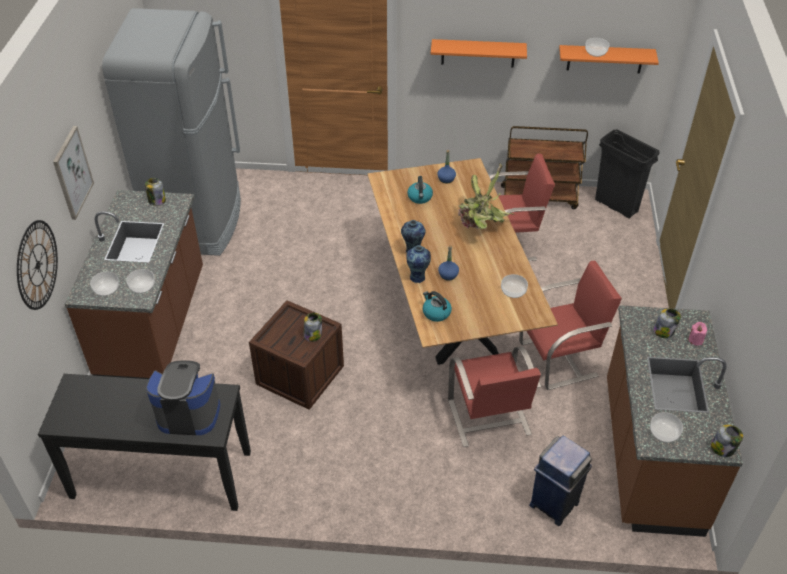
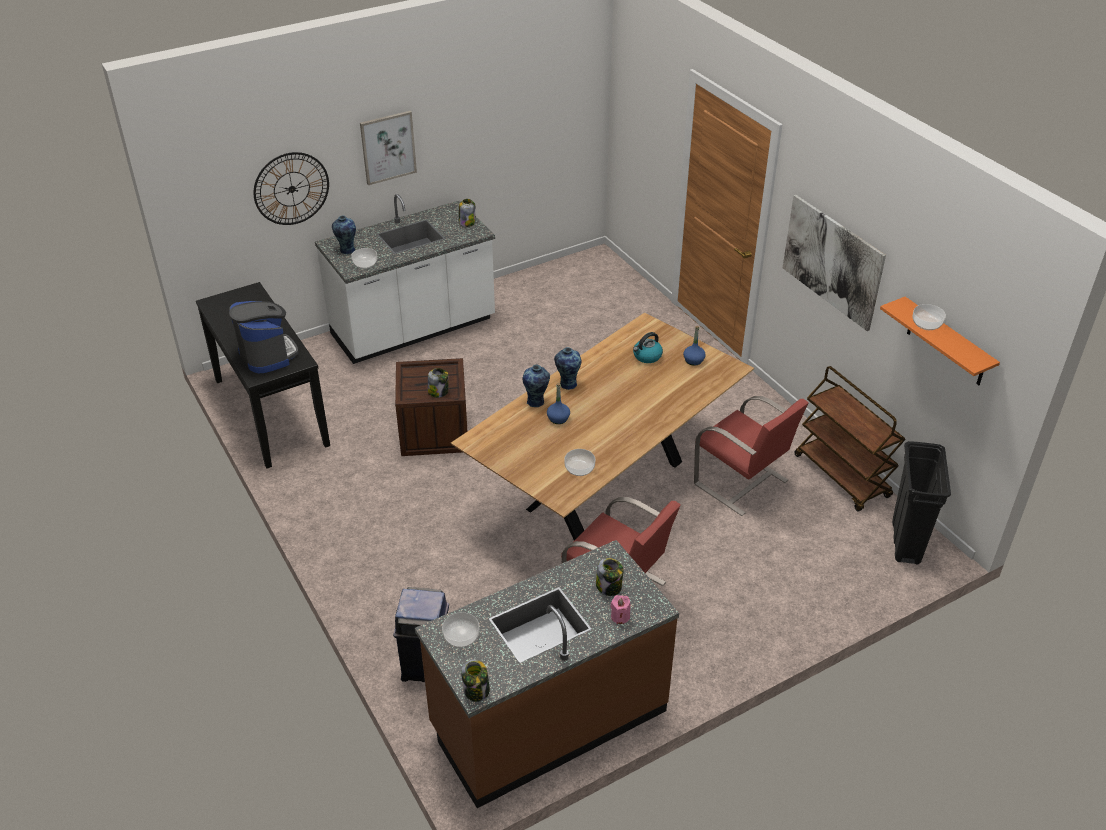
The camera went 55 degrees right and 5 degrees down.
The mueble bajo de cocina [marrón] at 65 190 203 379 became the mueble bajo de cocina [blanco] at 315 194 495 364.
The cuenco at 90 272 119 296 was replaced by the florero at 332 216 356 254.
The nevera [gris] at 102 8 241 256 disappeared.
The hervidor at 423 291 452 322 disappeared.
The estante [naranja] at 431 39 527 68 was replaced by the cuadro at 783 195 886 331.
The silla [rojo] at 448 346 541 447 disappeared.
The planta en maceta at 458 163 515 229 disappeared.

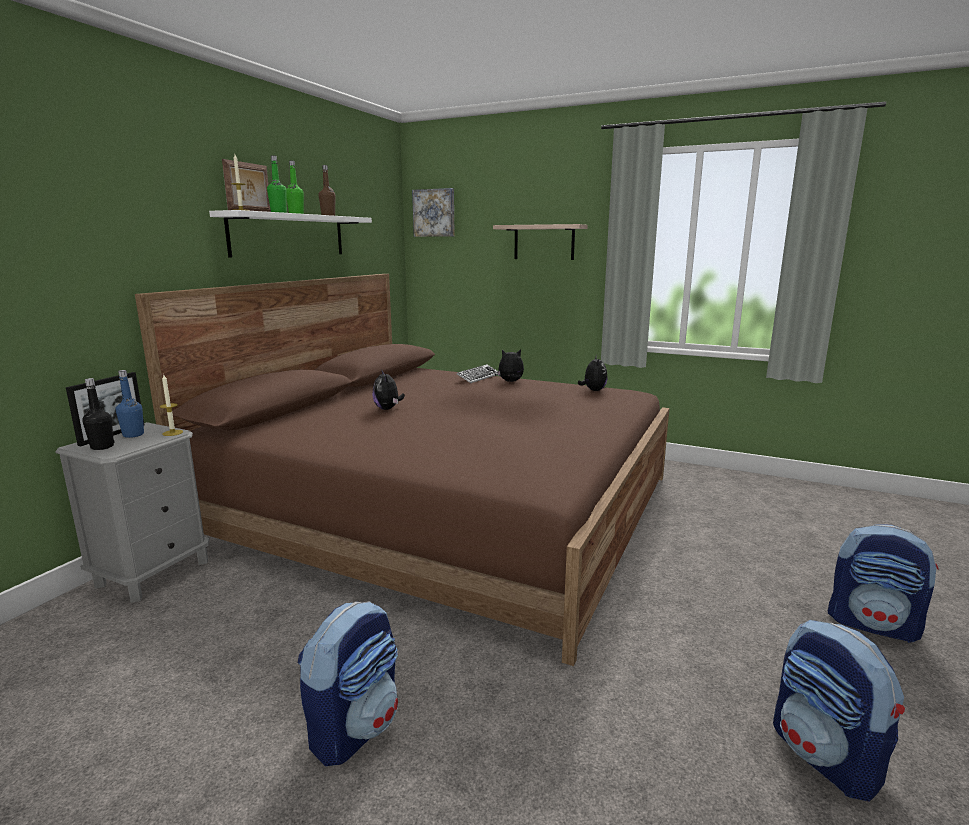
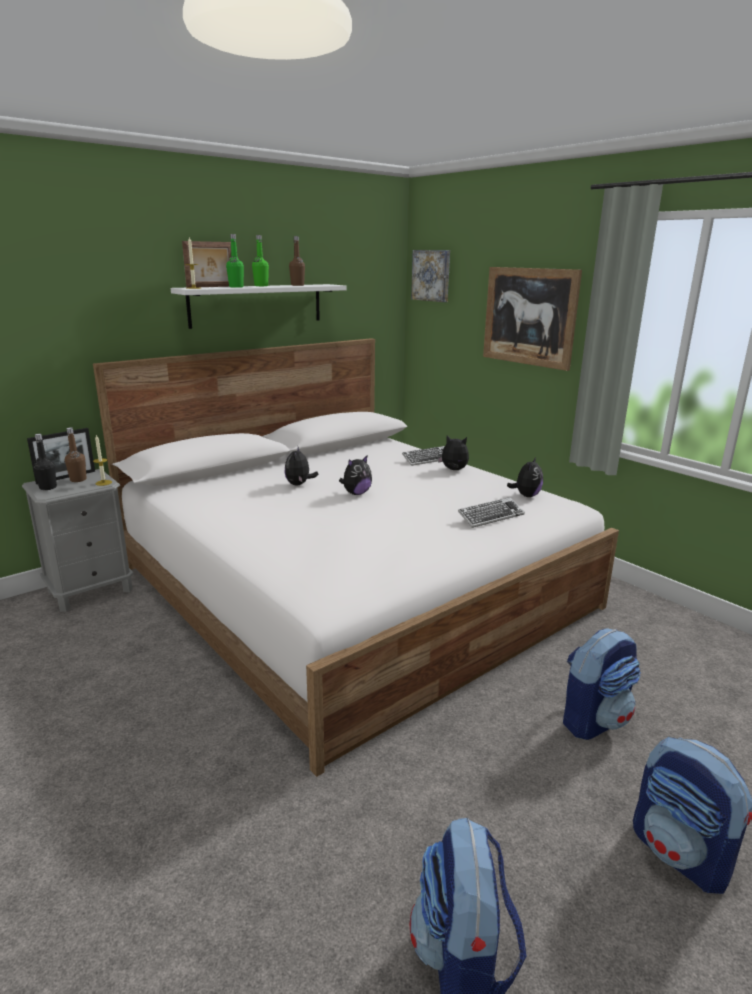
The camera went 25 degrees right and 5 degrees up.
The botella [azul] at 115 370 144 438 became the botella [marrón] at 65 428 87 482.
The cama [marrón] at 135 274 669 666 became the cama [blanco] at 93 338 619 777.
The mochila moved from 298 601 398 766 to 563 628 641 740.
The estante at 493 224 588 260 was replaced by the cuadro at 483 267 582 371.
The peluche at 339 456 372 495 appeared.
The teclado at 458 497 525 528 appeared.

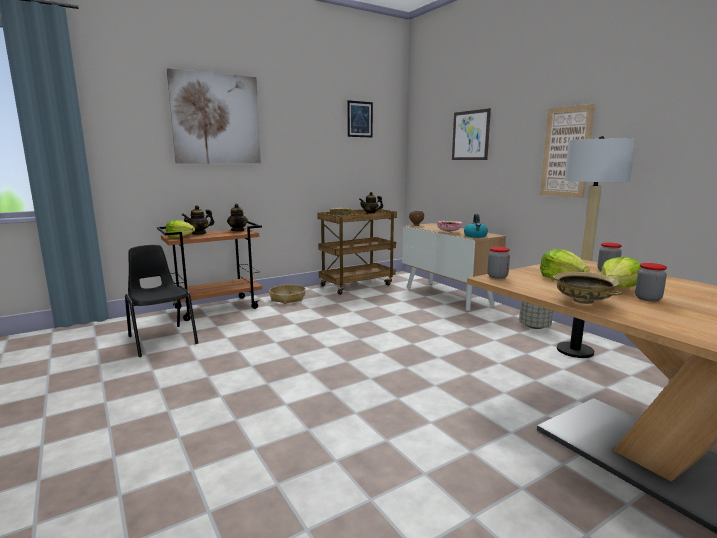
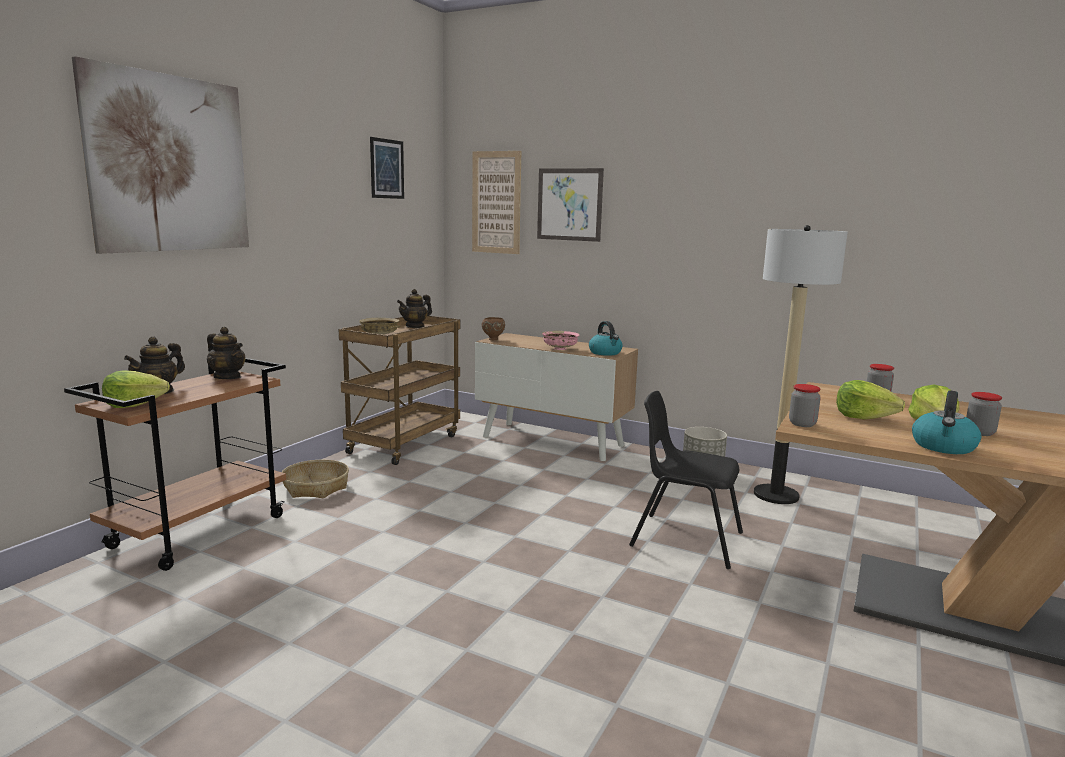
The camera went 30 degrees left and 0 degrees up.
The silla [negro] moved from 125 245 198 357 to 629 391 743 569.
The cuadro moved from 540 104 595 198 to 472 151 521 254.
The cuenco [beis] at 553 272 622 304 was replaced by the hervidor at 912 391 981 454.

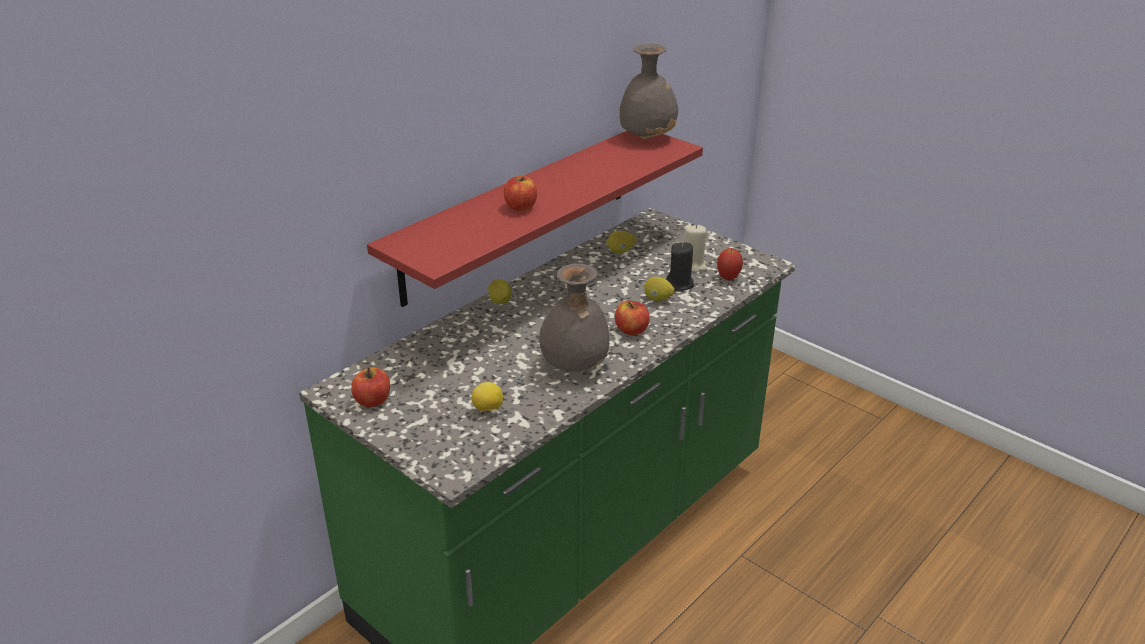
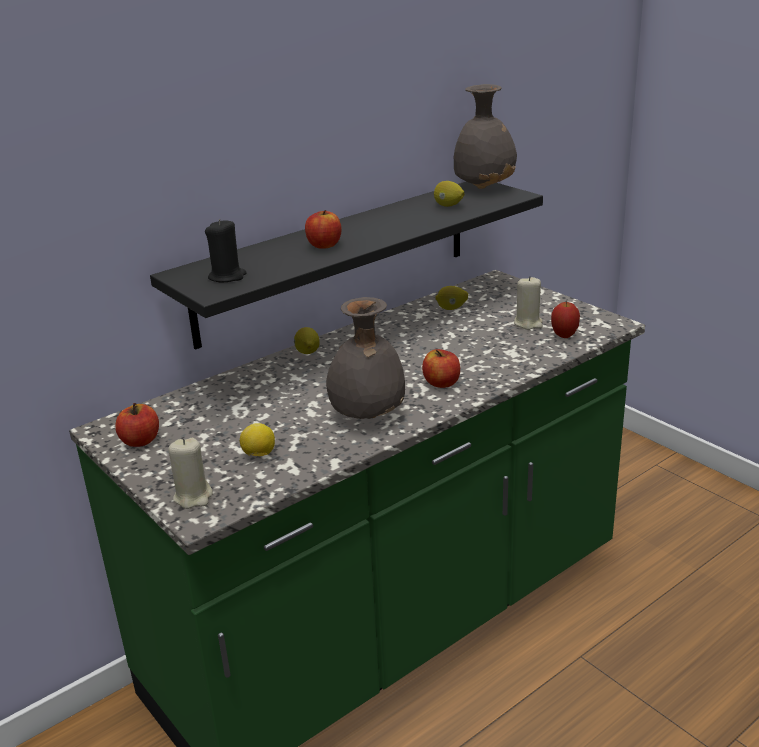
The camera went 10 degrees right and 5 degrees down.
The estante [rojo] at 367 131 703 307 became the estante [negro] at 150 182 543 350.
The limón moved from 644 277 675 301 to 434 181 465 207.
The vela [negro] moved from 666 242 695 291 to 205 219 246 283.
The vela [beis] at 168 438 213 509 appeared.

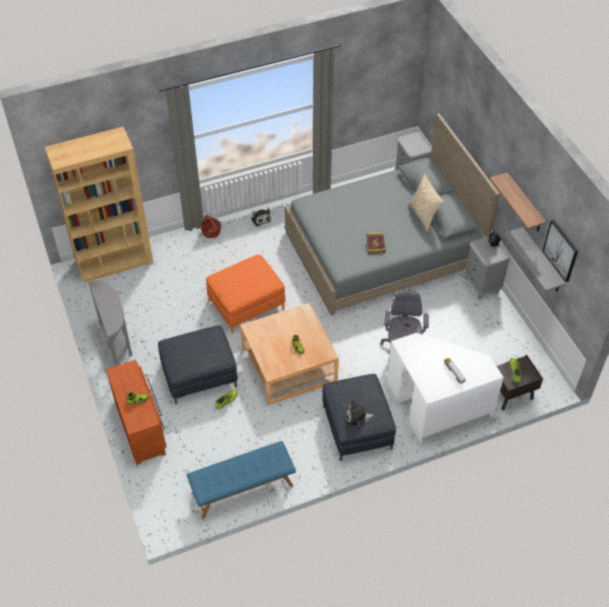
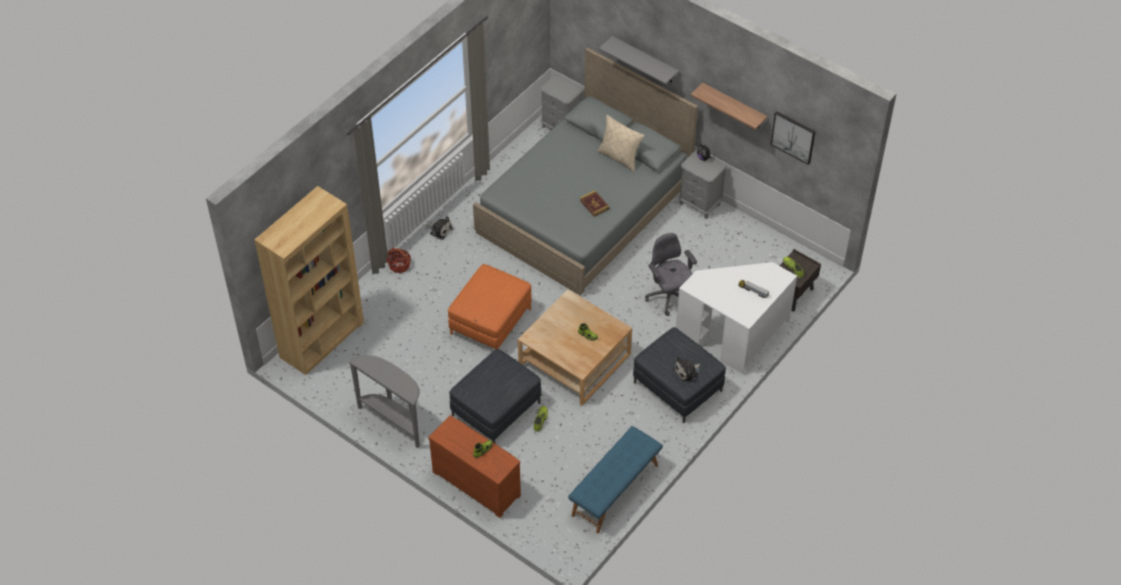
The camera went 30 degrees left and 0 degrees up.
The estante [gris] moved from 504 227 566 292 to 599 36 679 84.

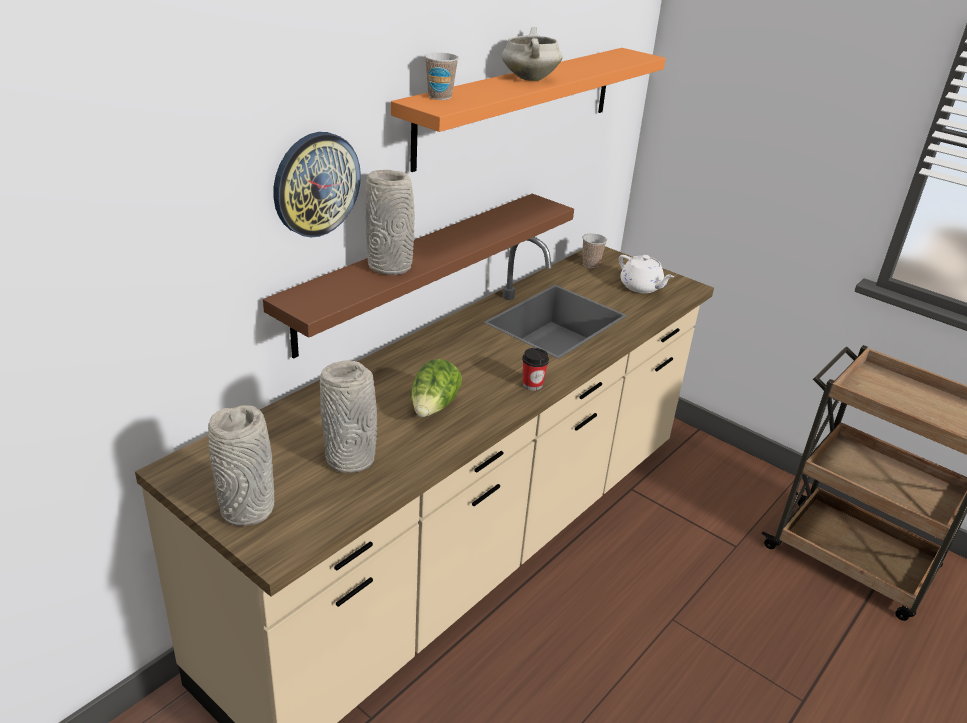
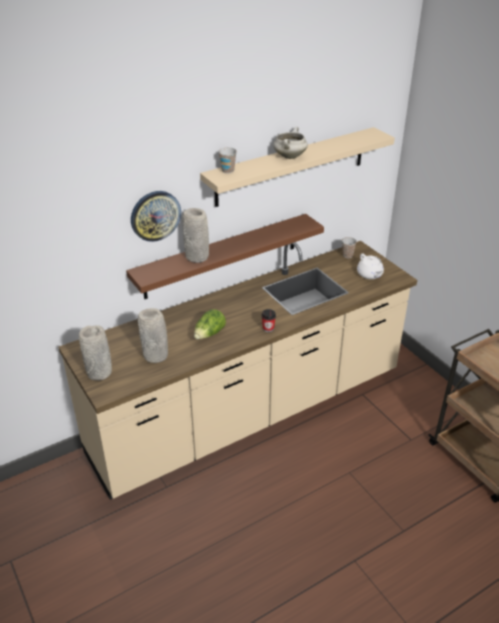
The camera went 20 degrees right and 5 degrees up.
The estante [naranja] at 391 48 666 172 became the estante [beis] at 200 127 395 207.

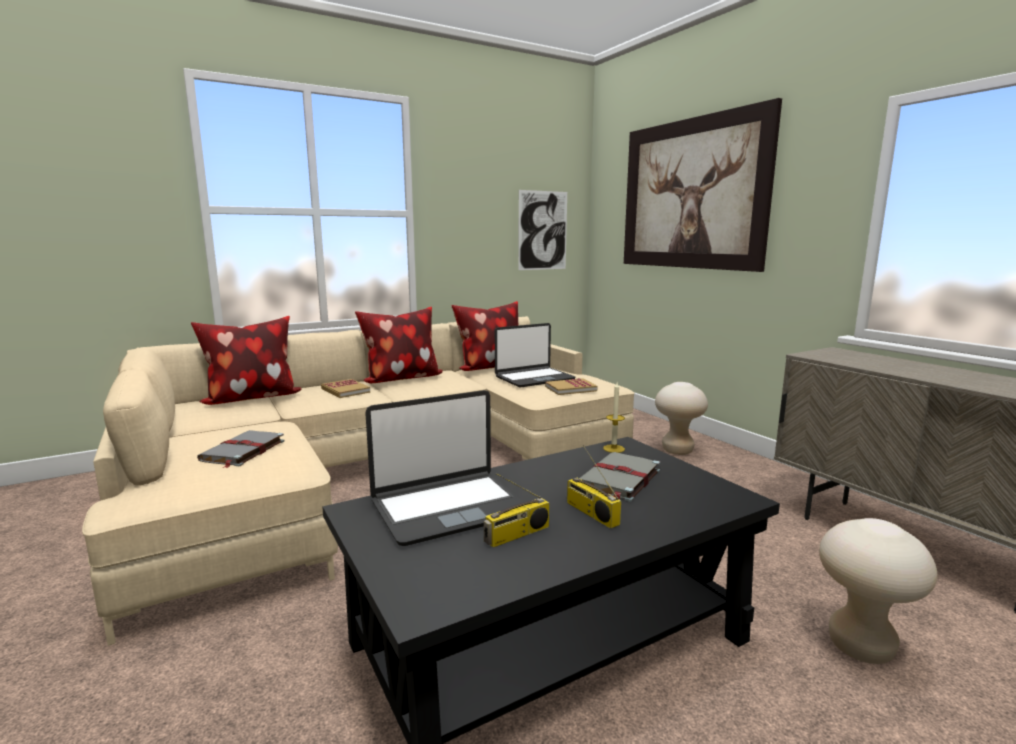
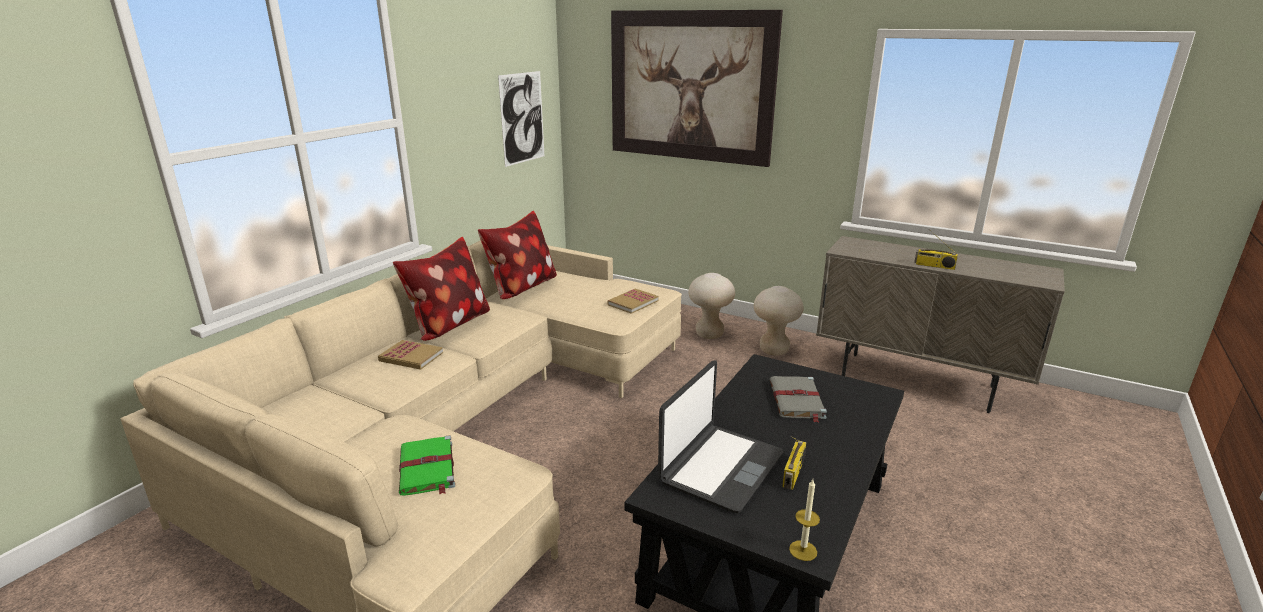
The camera went 30 degrees left and 10 degrees up.
The cojín at 191 316 301 405 disappeared.
The libro [gris] at 197 430 284 468 became the libro [verde] at 399 435 455 496.
The portátil at 495 323 575 388 disappeared.
The radio moved from 567 445 621 529 to 914 230 958 270.
The vela moved from 603 382 625 453 to 789 479 820 561.
The taburete [beis] moved from 819 518 937 664 to 754 286 804 356.

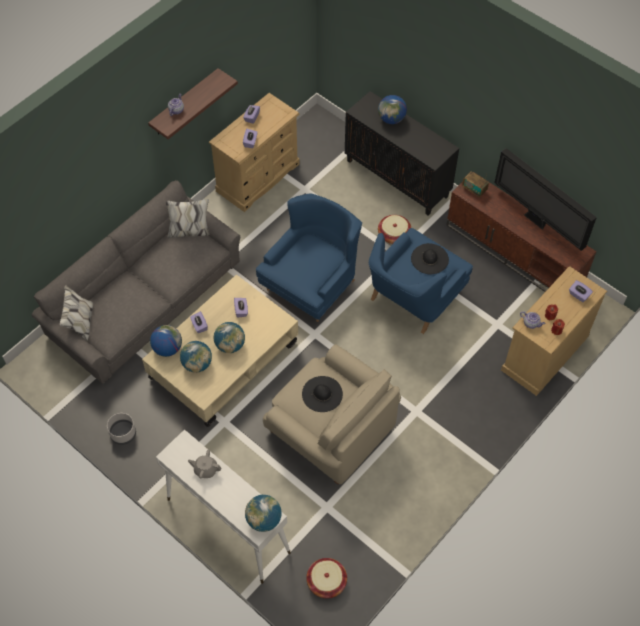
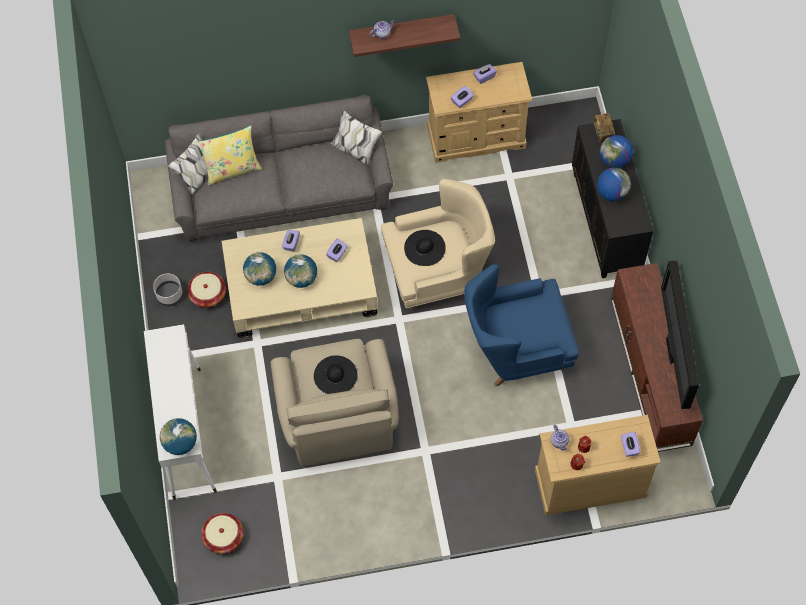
The camera went 40 degrees right and 5 degrees up.
The globo terráqueo moved from 150 325 182 357 to 597 168 631 201.
The tetera [gris] at 188 449 221 478 disappeared.
The sillón [azul] at 256 193 362 322 became the sillón [beis] at 381 179 495 310.
The cesta moved from 378 215 411 244 to 187 272 226 308.
The sombrero [negro] moved from 411 243 449 274 to 404 230 446 266.
The radio moved from 462 171 489 198 to 594 113 615 144.
The cojín [amarillo] at 196 125 262 185 appeared.

